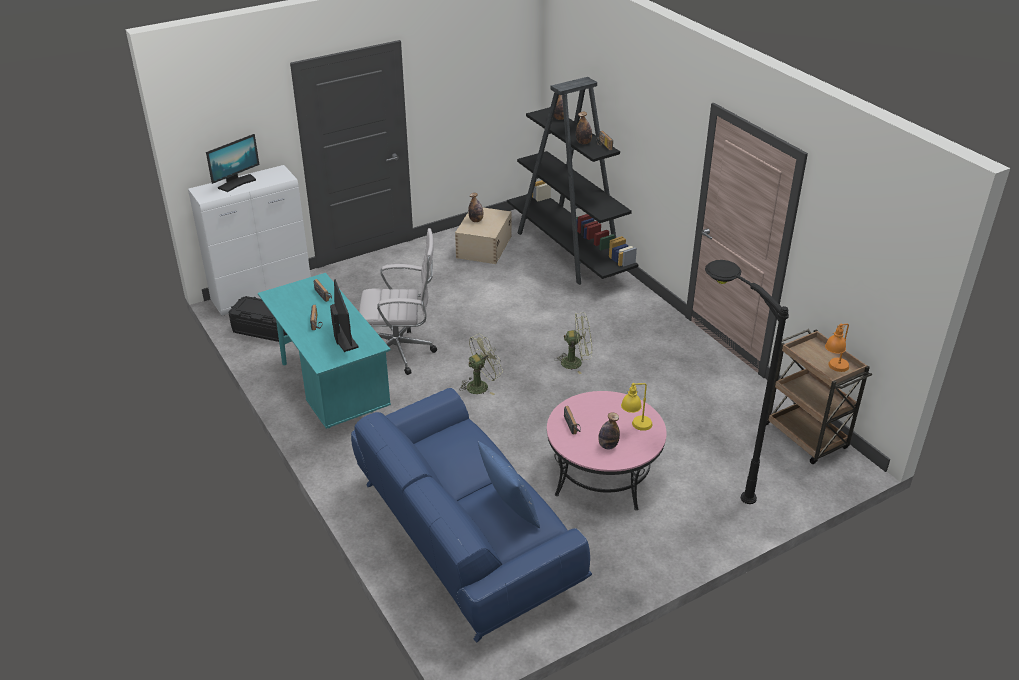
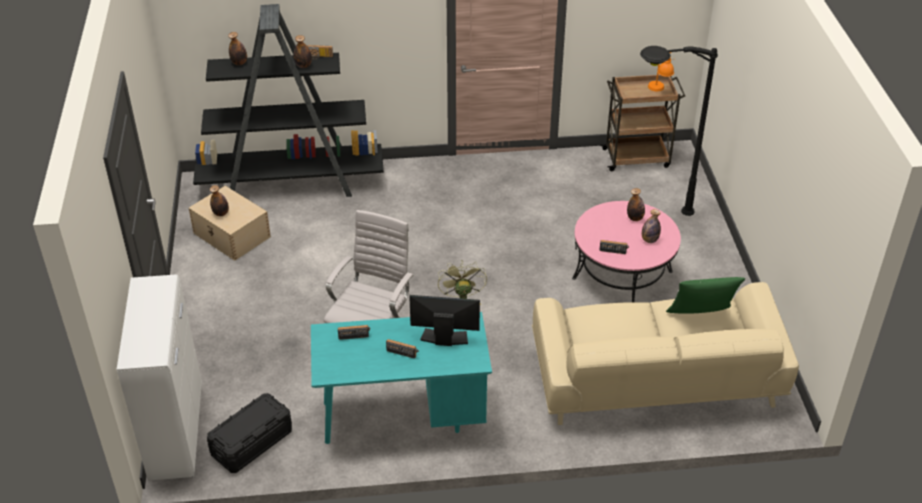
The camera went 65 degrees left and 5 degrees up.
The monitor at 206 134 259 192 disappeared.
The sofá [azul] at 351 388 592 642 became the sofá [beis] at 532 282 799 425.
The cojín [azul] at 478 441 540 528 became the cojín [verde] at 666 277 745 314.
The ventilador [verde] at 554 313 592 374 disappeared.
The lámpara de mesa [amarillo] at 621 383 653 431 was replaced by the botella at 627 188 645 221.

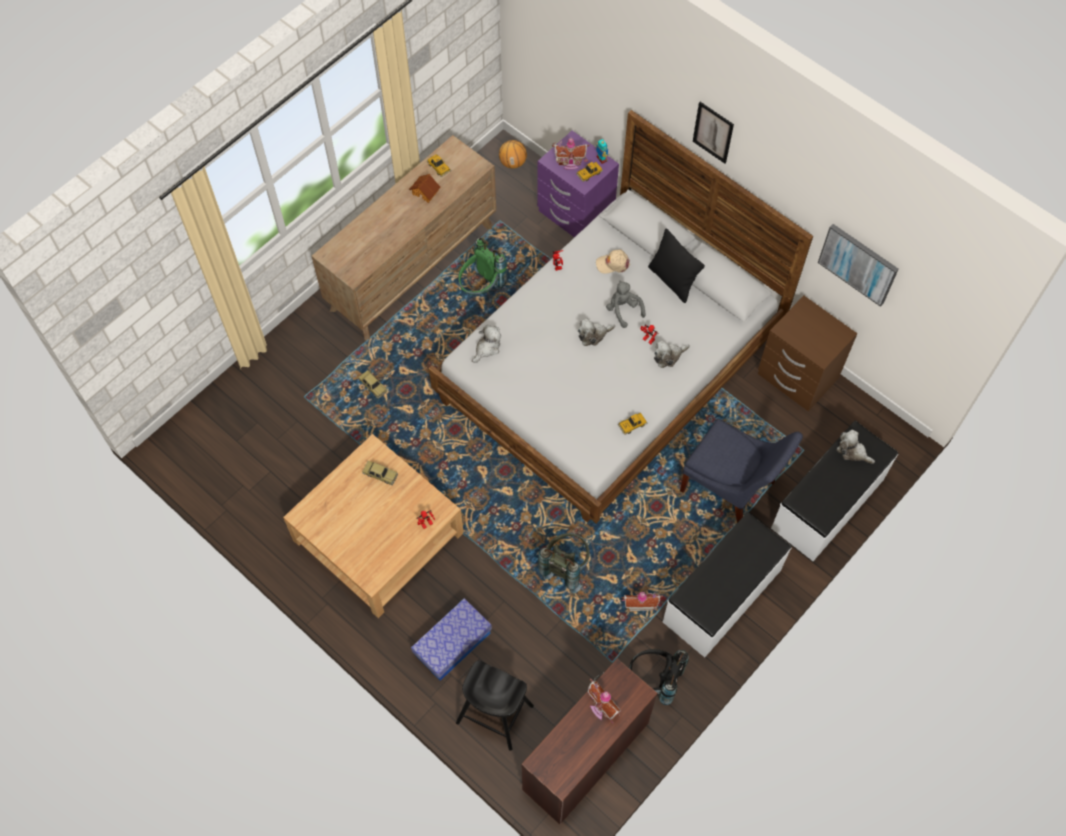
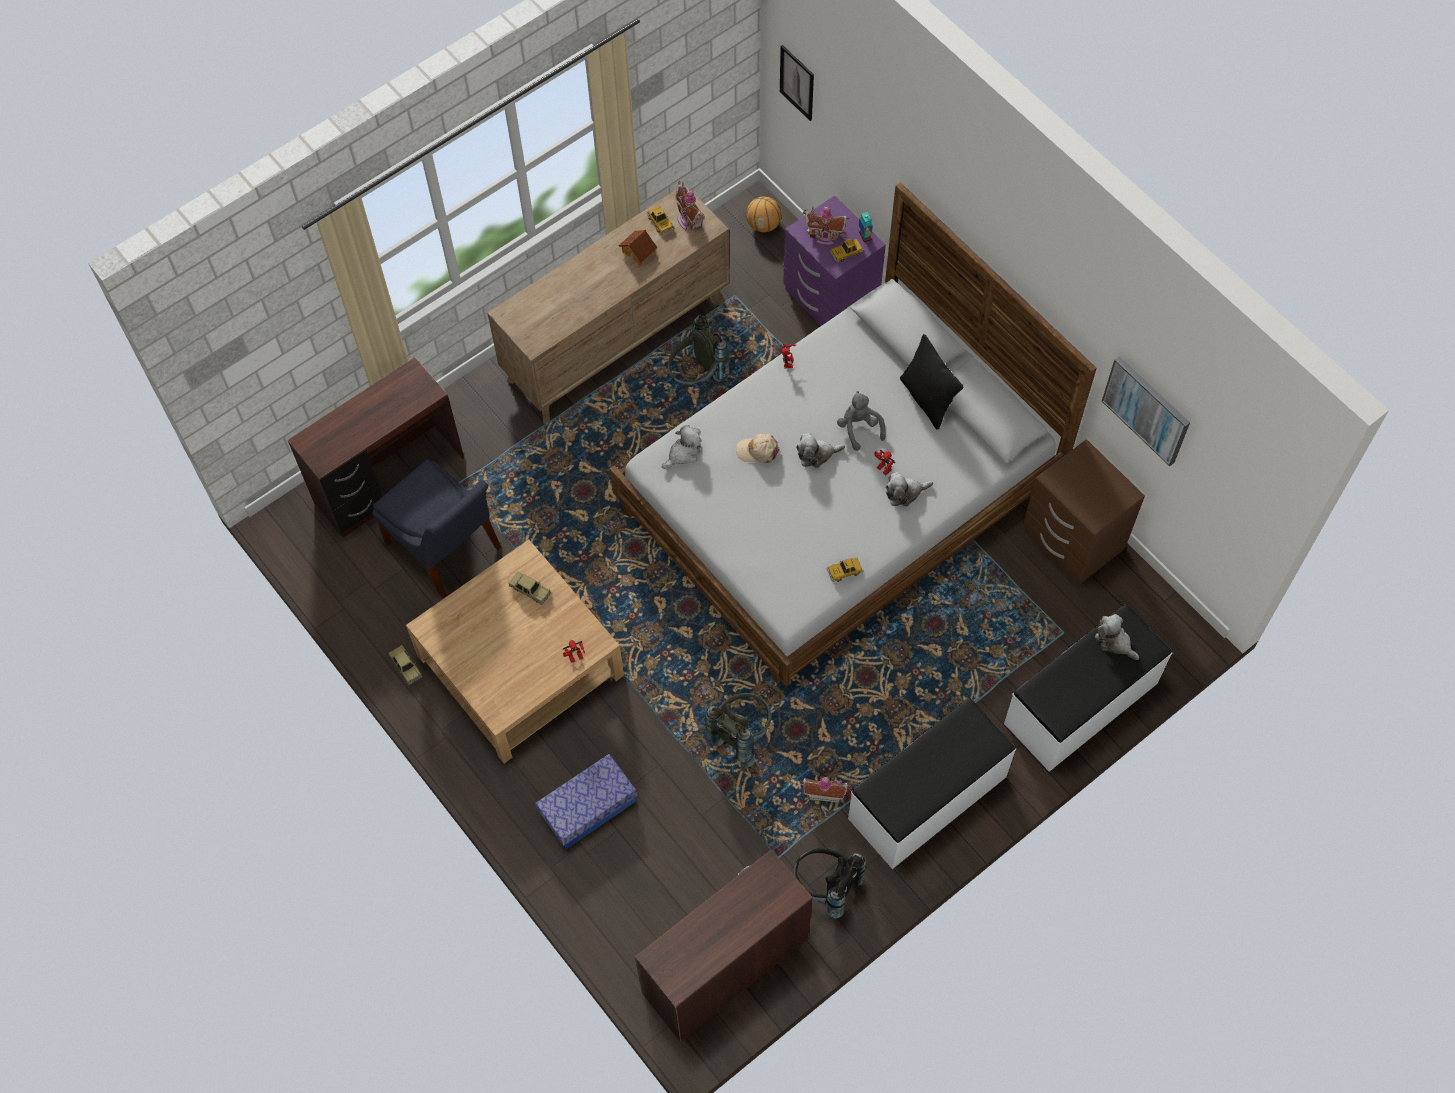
The camera went 10 degrees right and 0 degrees up.
The coche de juguete moved from 358 370 387 399 to 389 645 422 685.
The taburete [negro] at 456 661 534 751 disappeared.
The mochila [verde] at 458 238 507 295 became the mochila [gris] at 668 315 730 385.
The casita moved from 588 679 621 724 to 675 182 705 232.
The gorra [beis] moved from 596 250 630 274 to 736 434 779 463.
The silla [azul] moved from 680 419 803 523 to 372 459 501 598.
The cuadro moved from 693 102 734 164 to 780 45 814 121.
The escritorio [marrón] at 288 357 464 538 appeared.

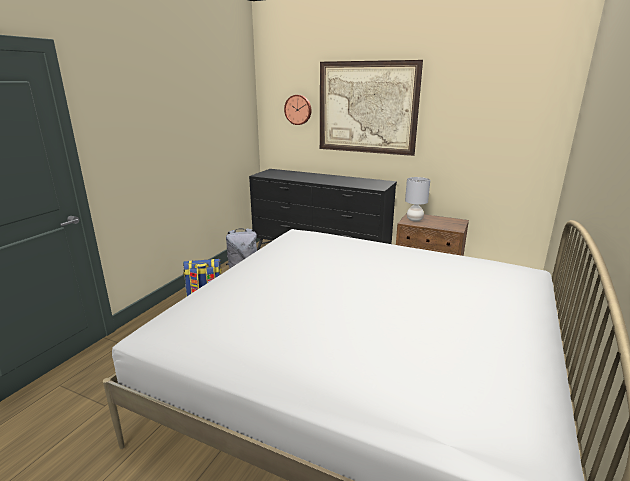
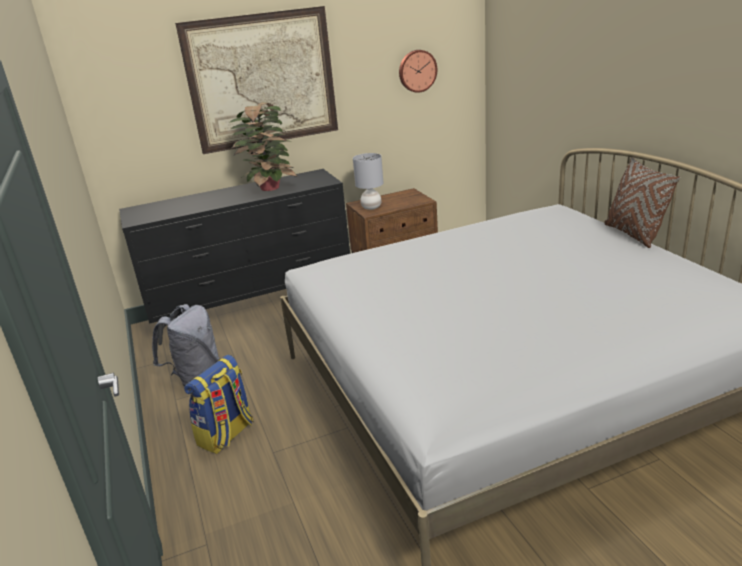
The camera went 45 degrees left and 5 degrees up.
The reloj de pared moved from 284 95 311 125 to 399 50 437 93.
The planta en maceta at 229 102 298 191 appeared.
The cojín [marrón] at 604 157 680 248 appeared.

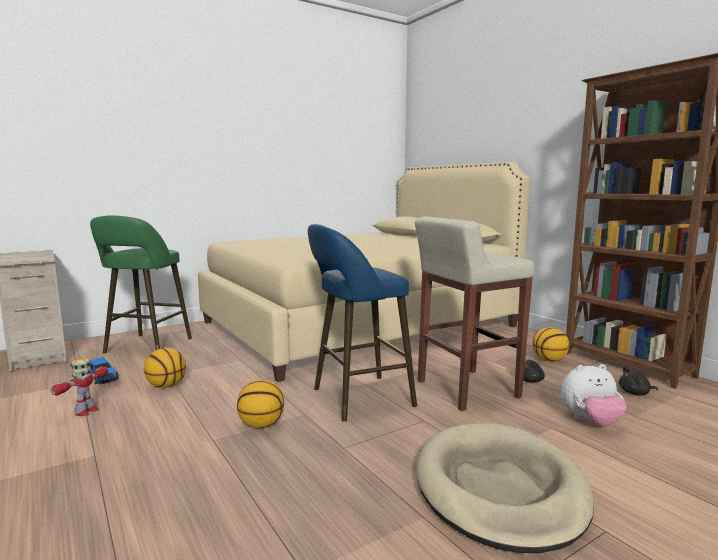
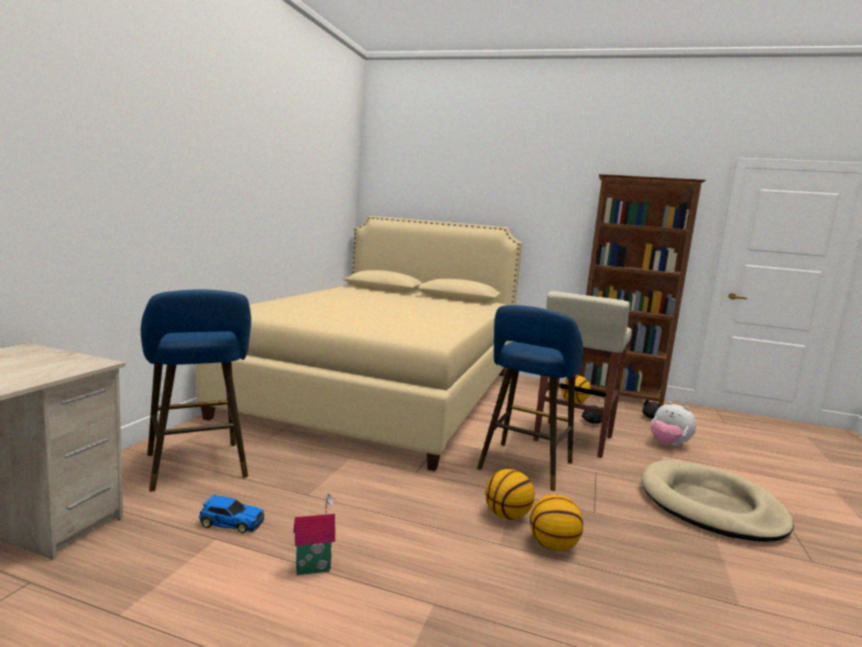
The camera went 40 degrees left and 0 degrees up.
The robot de juguete at 51 359 108 416 was replaced by the casita at 293 494 335 575.
The taburete [verde] at 90 215 192 353 became the taburete [azul] at 141 289 251 492.
The balón de baloncesto moved from 144 348 186 388 to 530 494 583 551.
The peluche at 561 364 627 426 turned 90 degrees clockwise.

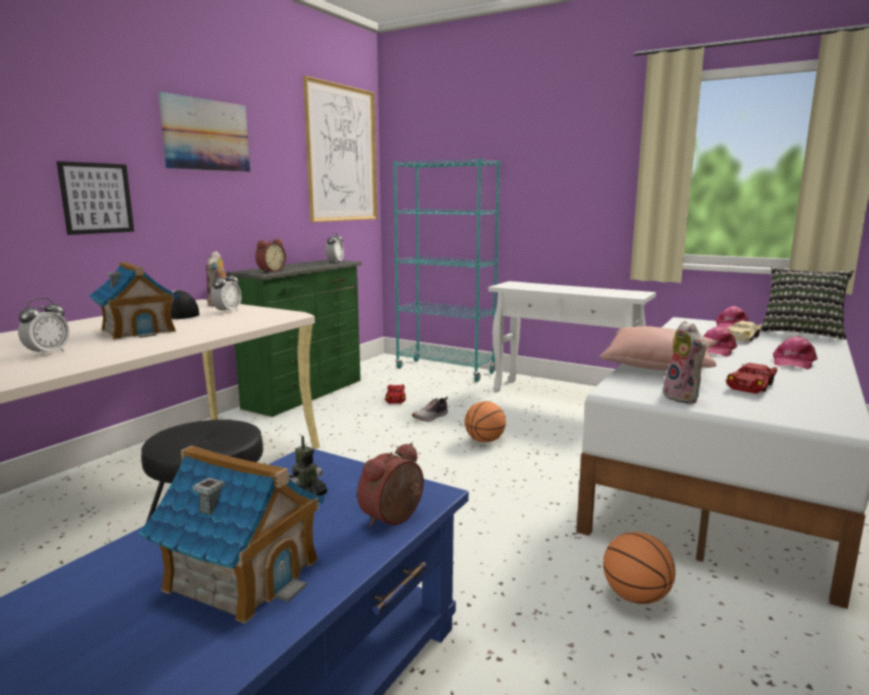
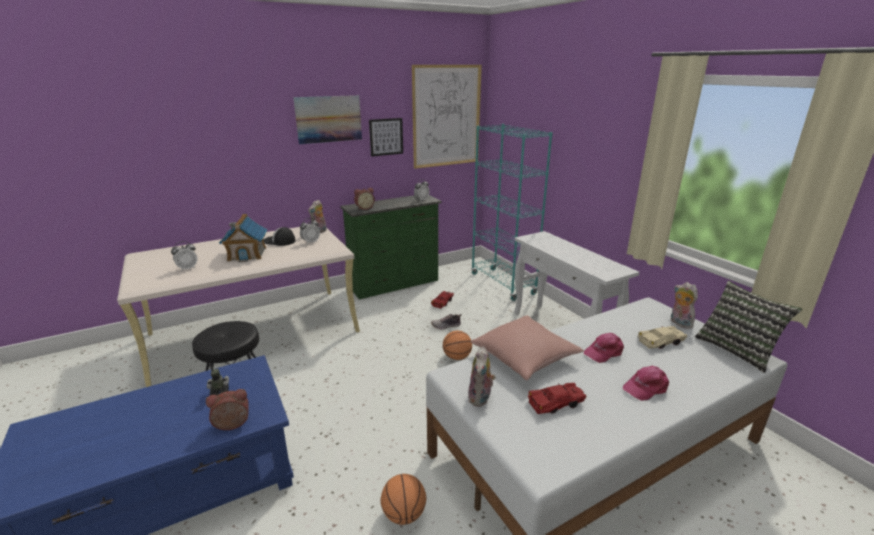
The camera went 30 degrees right and 10 degrees up.
The cuadro moved from 57 161 134 235 to 369 118 403 157.
The casita at 138 445 324 624 disappeared.
The gorra [rosa] at 716 306 749 328 was replaced by the peluche at 671 282 698 329.

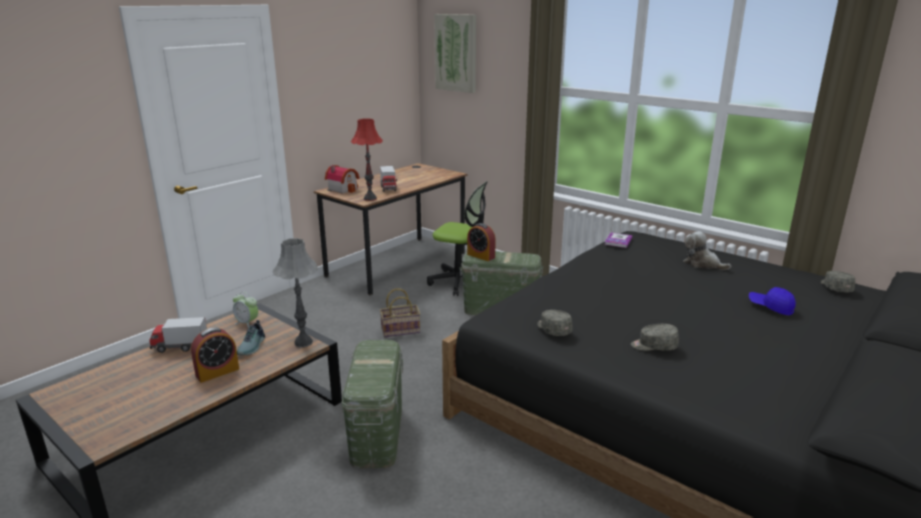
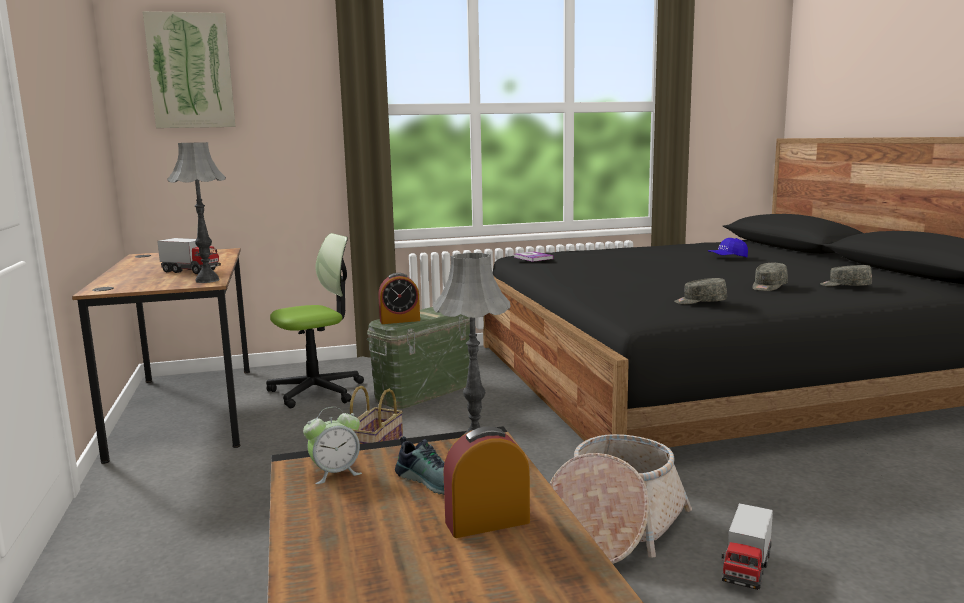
The camera went 55 degrees left and 10 degrees down.
The camión de juguete moved from 149 317 207 353 to 721 503 773 590.
The despertador at 191 328 239 383 turned 105 degrees counterclockwise.
The casita at 325 165 360 194 disappeared.
The caja de almacenaje [verde] at 341 340 403 468 was replaced by the cesta at 549 434 692 564.
The lámpara de mesa [rojo] at 351 119 383 201 became the lámpara de mesa [gris] at 167 142 226 283.
The peluche at 683 231 731 270 disappeared.
The gorra [gris] moved from 821 271 855 292 to 820 265 872 286.

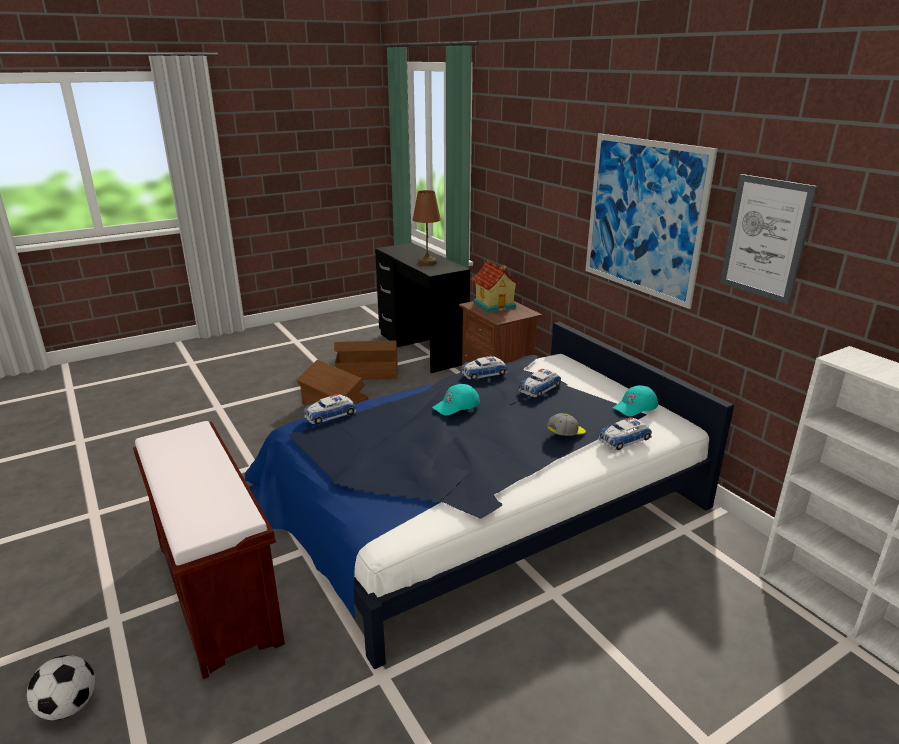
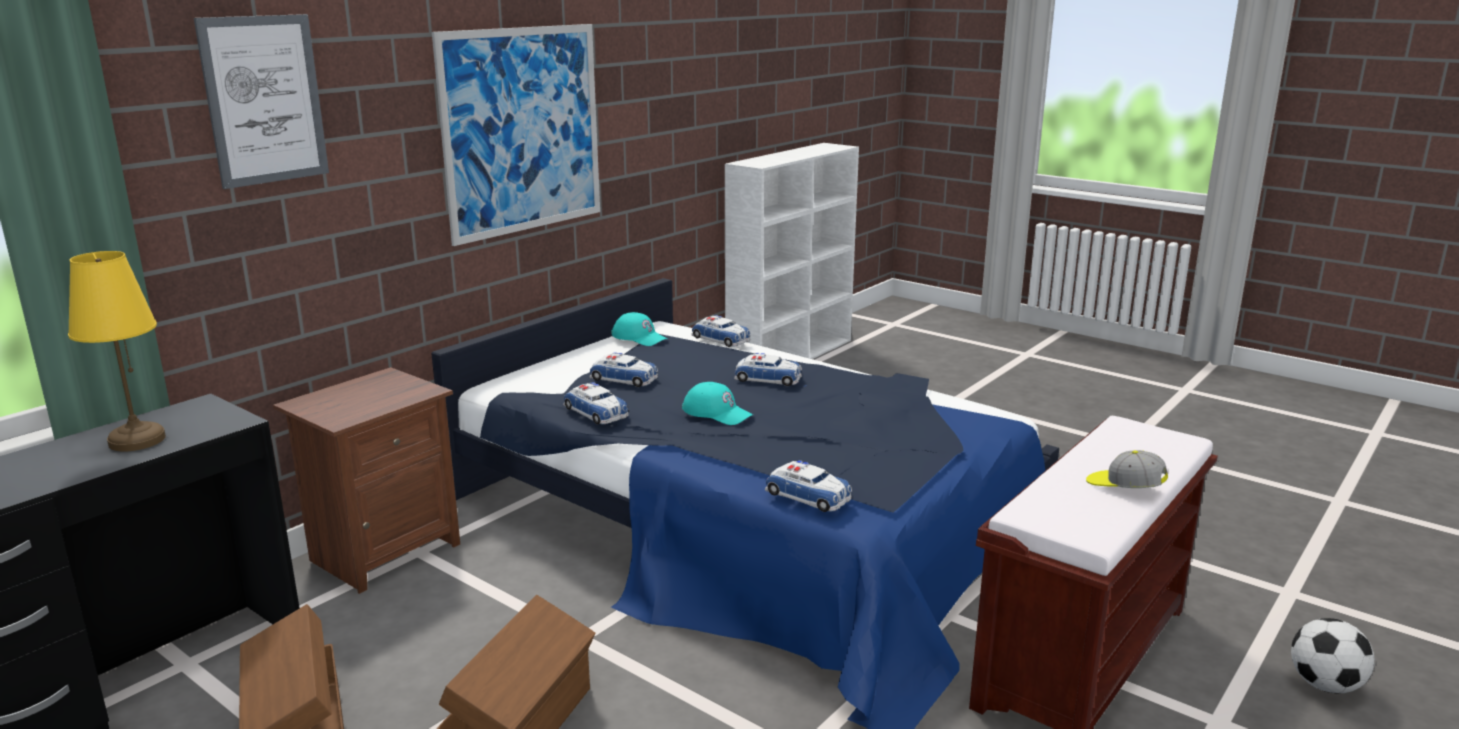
The camera went 110 degrees left and 5 degrees down.
The lámpara de mesa [marrón] at 413 190 441 266 became the lámpara de mesa [amarillo] at 68 251 166 451.
The casita at 471 260 521 313 disappeared.
The gorra moved from 547 413 586 436 to 1086 450 1168 488.
The cuadro moved from 720 174 817 305 to 194 14 329 189.
The coche de juguete at 734 353 802 386 appeared.

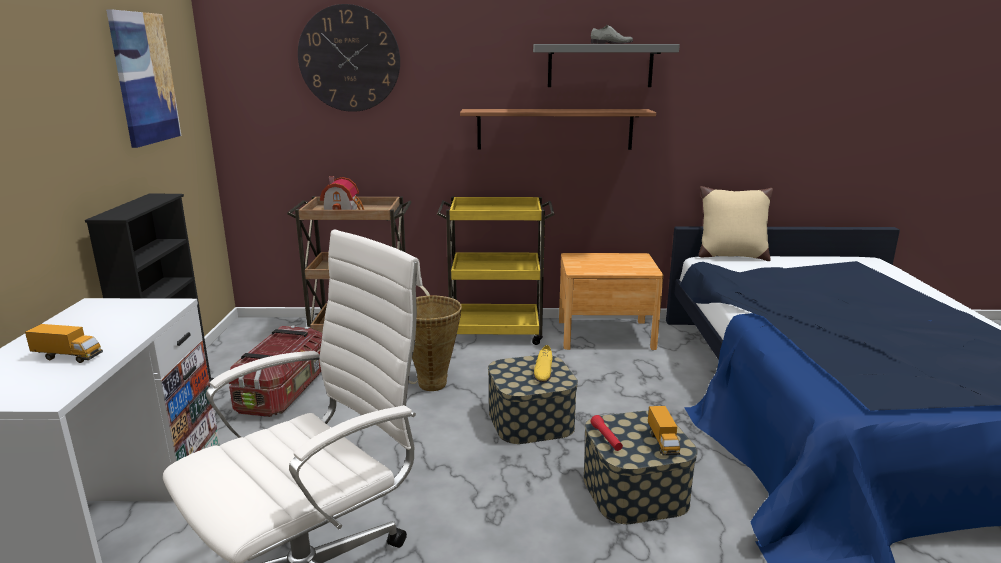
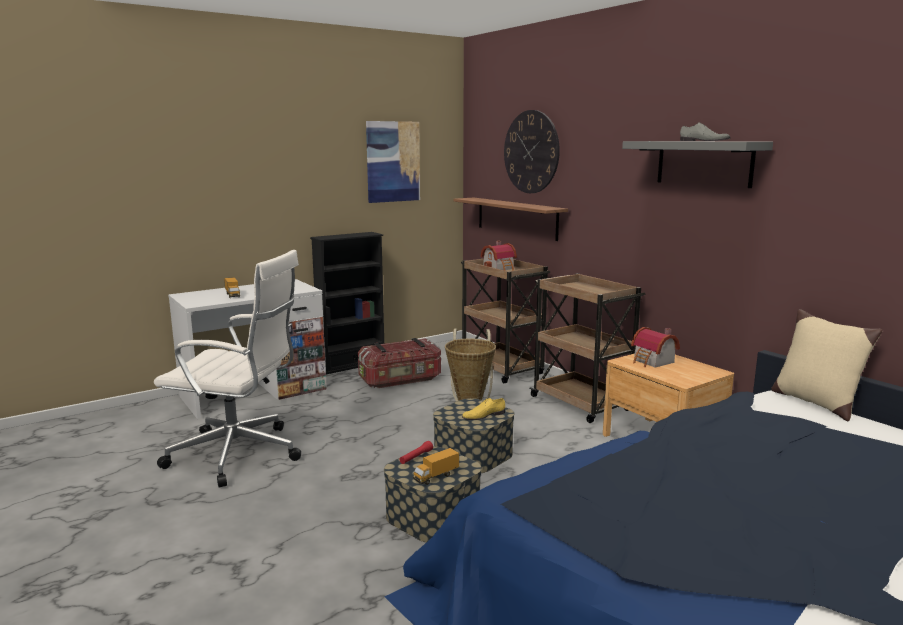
The camera went 55 degrees right and 5 degrees down.
The carrito [amarillo] at 437 197 555 345 became the carrito [marrón] at 530 273 645 423.
The estante moved from 460 109 656 150 to 453 198 568 241.
The casita at 631 327 680 368 appeared.

